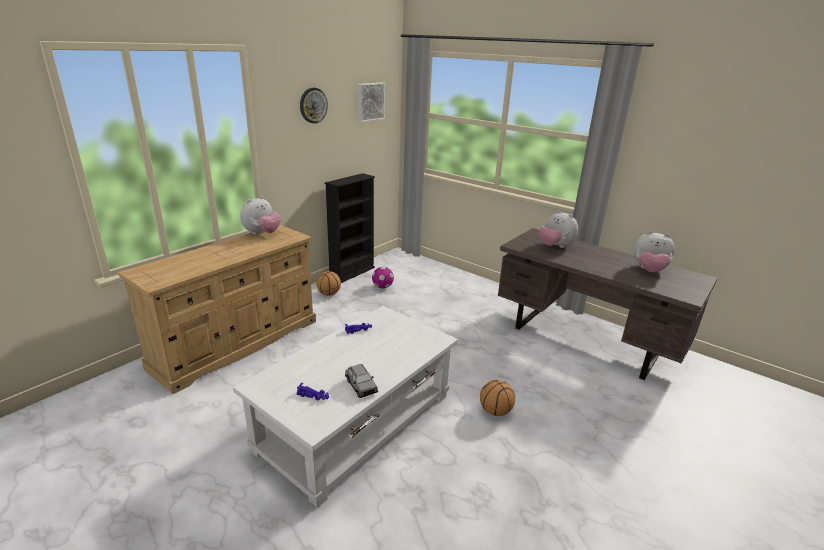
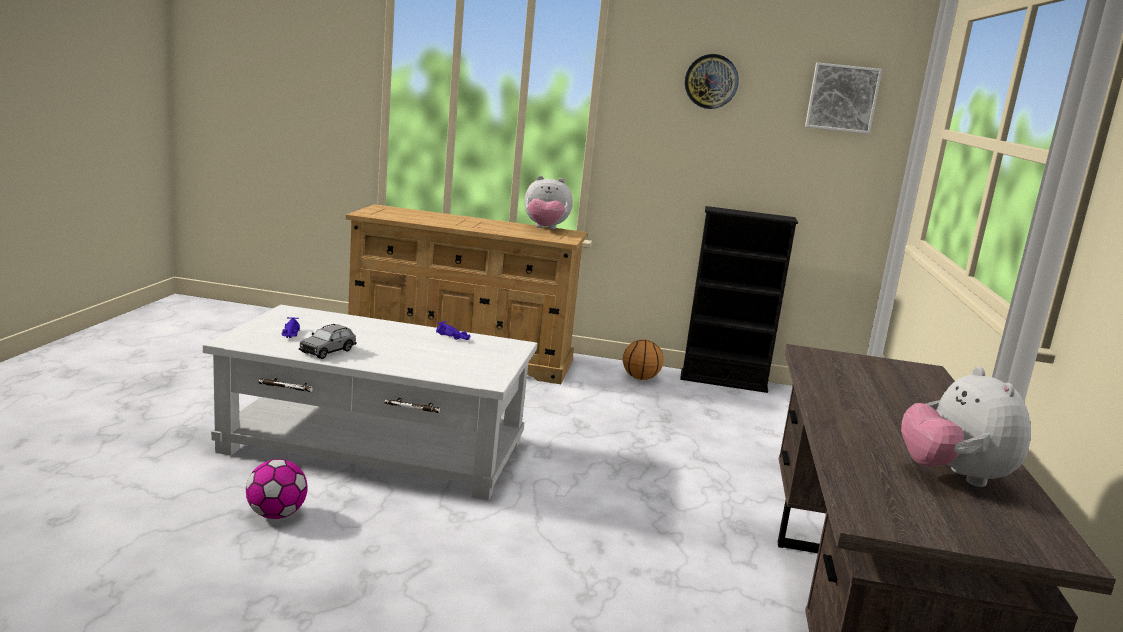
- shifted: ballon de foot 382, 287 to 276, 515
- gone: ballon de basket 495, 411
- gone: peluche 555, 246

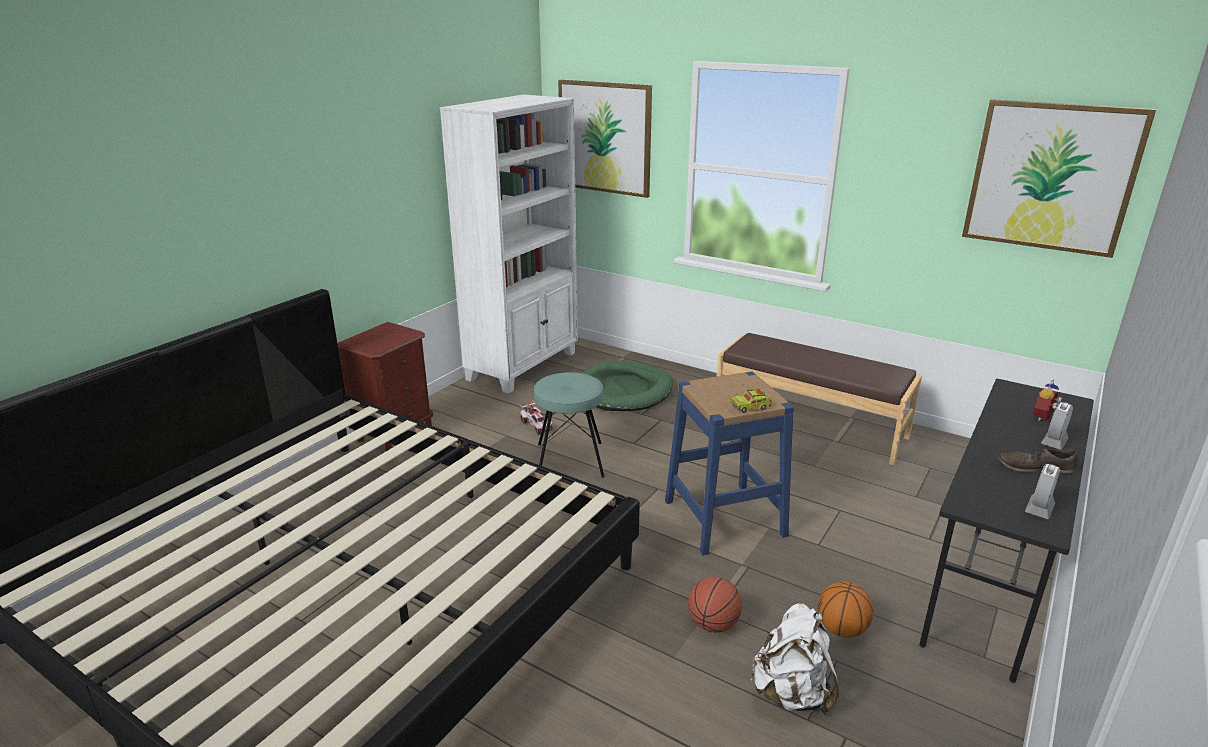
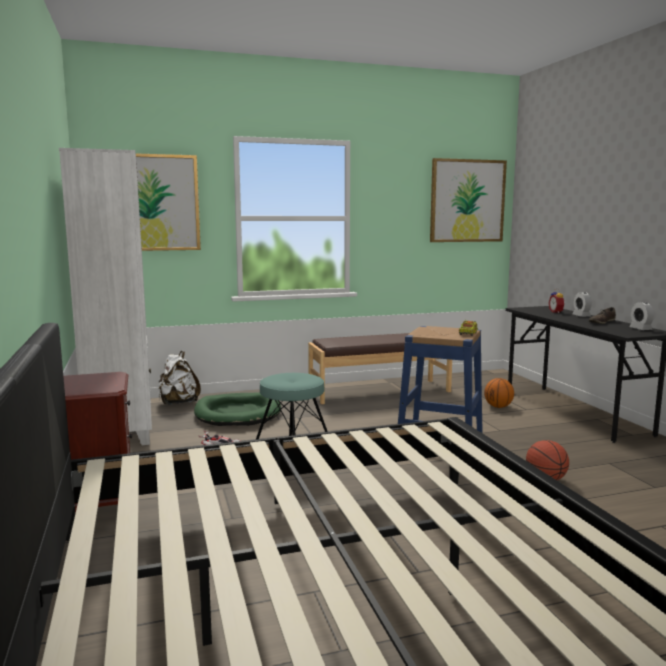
- shifted: sac à dos/blanc 791, 694 to 178, 403
- shifted: ballon de basket 841, 629 to 498, 407

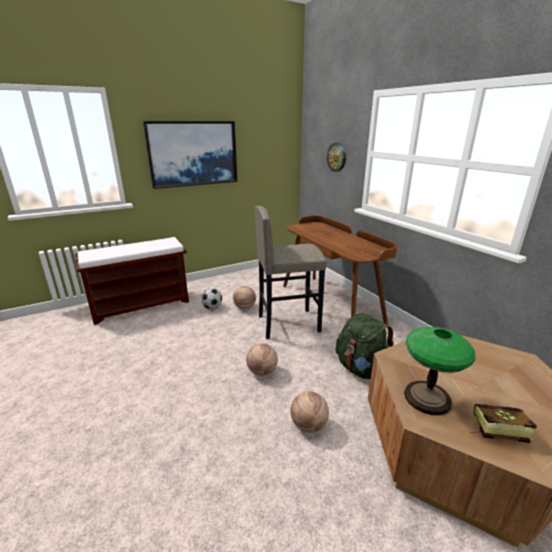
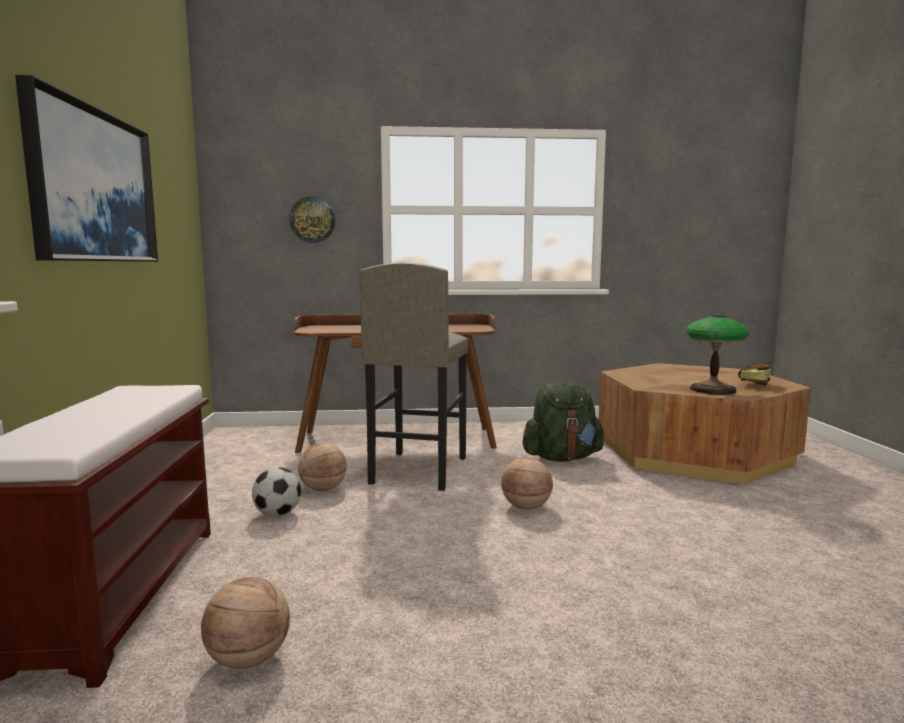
- shifted: ballon de basket 308, 425 to 248, 659

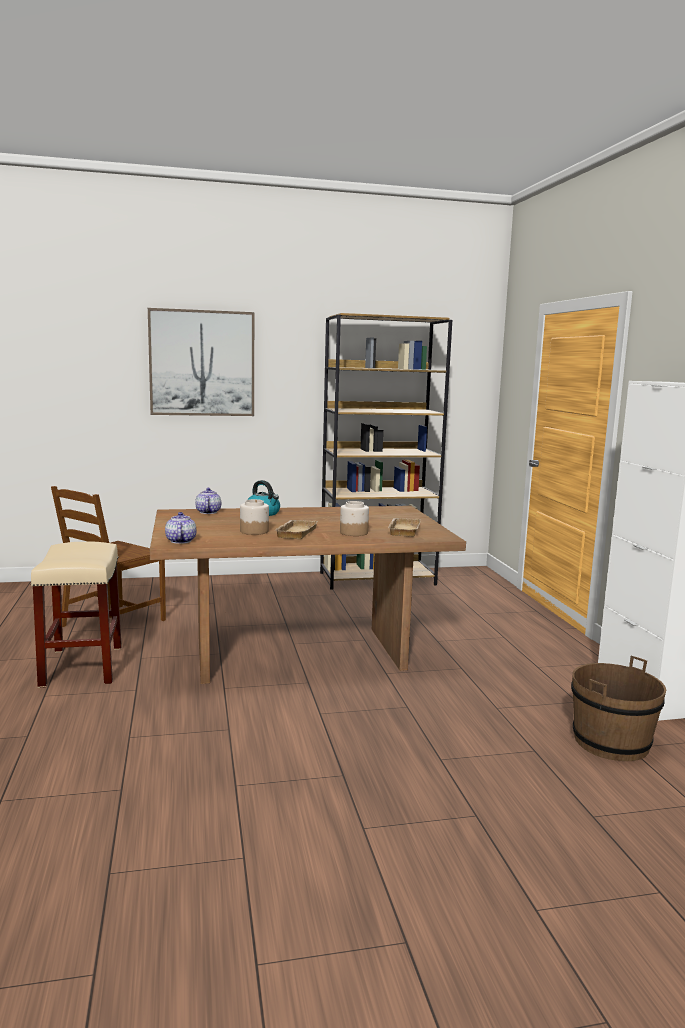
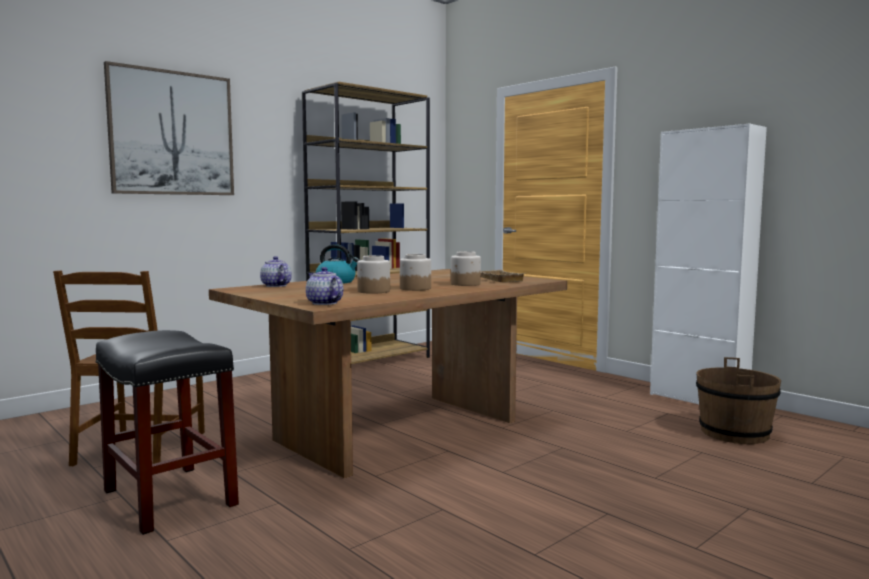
- repainted: tabouret/beige 81, 666 to tabouret/noir 168, 497
- swapped: plateau/beige 295, 532 to bocal 415, 288

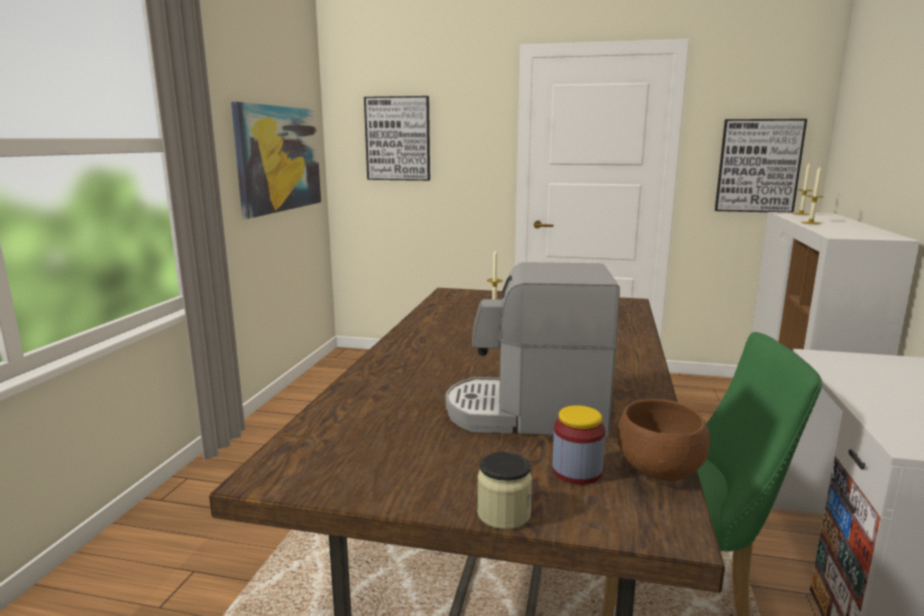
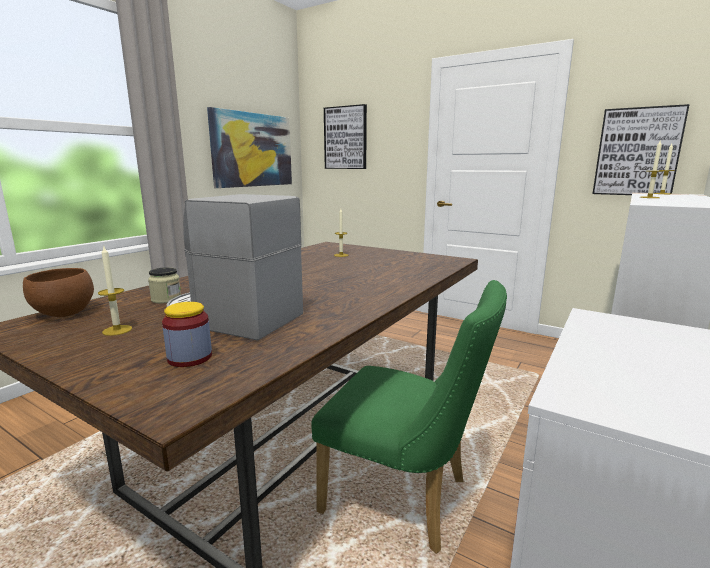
- shifted: bol/marron 661, 473 to 64, 314
- new: bougie 117, 330
- shifted: bocal 504, 514 to 166, 299

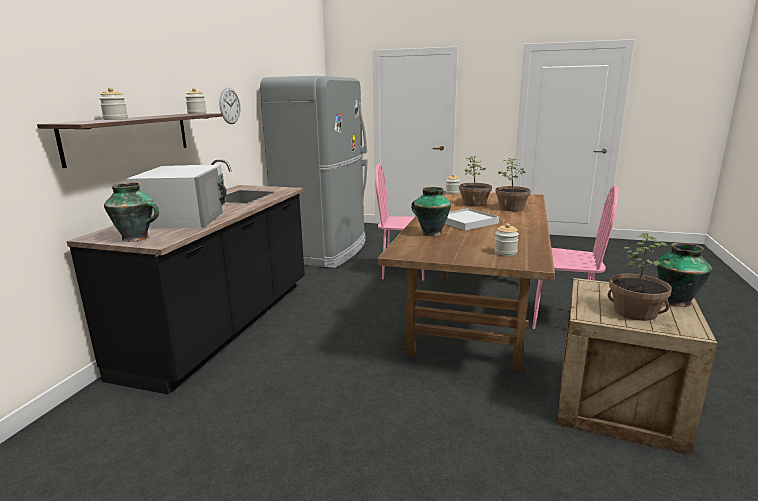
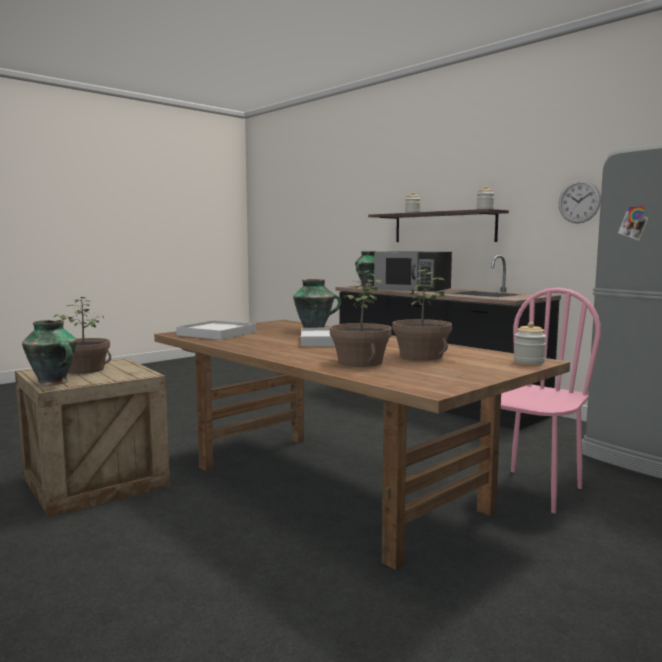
- swapped: bocal 505, 252 to plateau/blanc 217, 333
- repainted: micro-ondes/blanc 185, 217 to micro-ondes/noir 413, 288
- gone: chaise/rose 560, 321

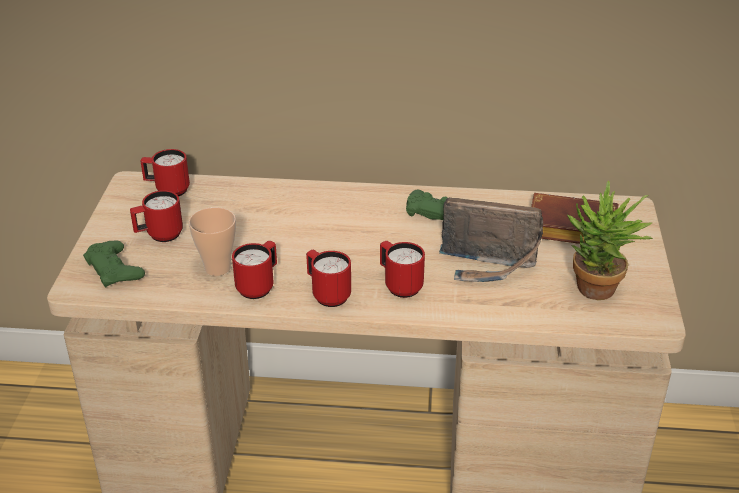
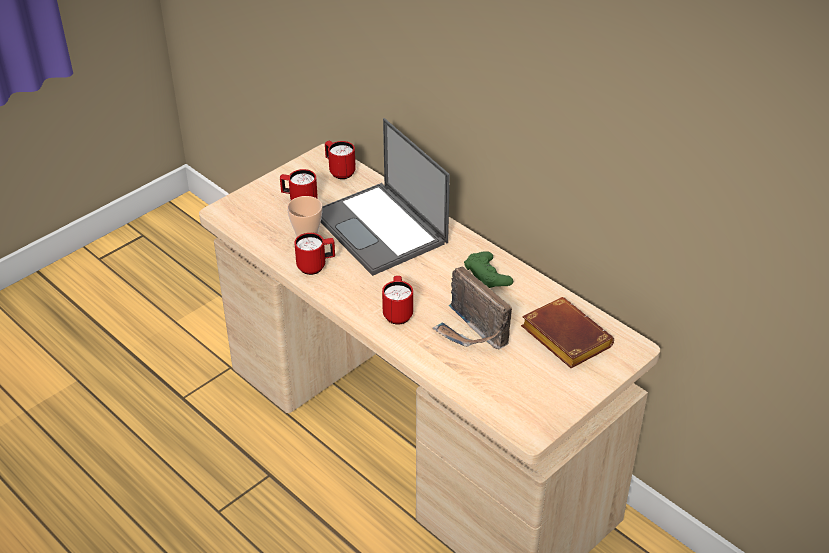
- new: ordinateur portable 381, 229
- gone: manette/vert 114, 269
- gone: mug/rouge 327, 294
- gone: plante en pot 596, 294

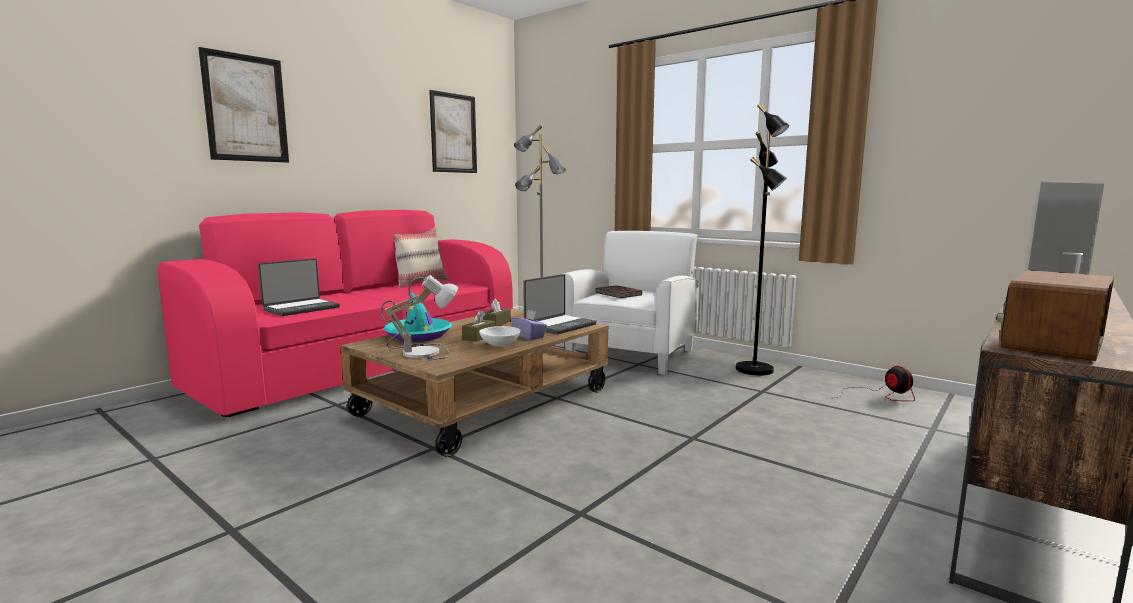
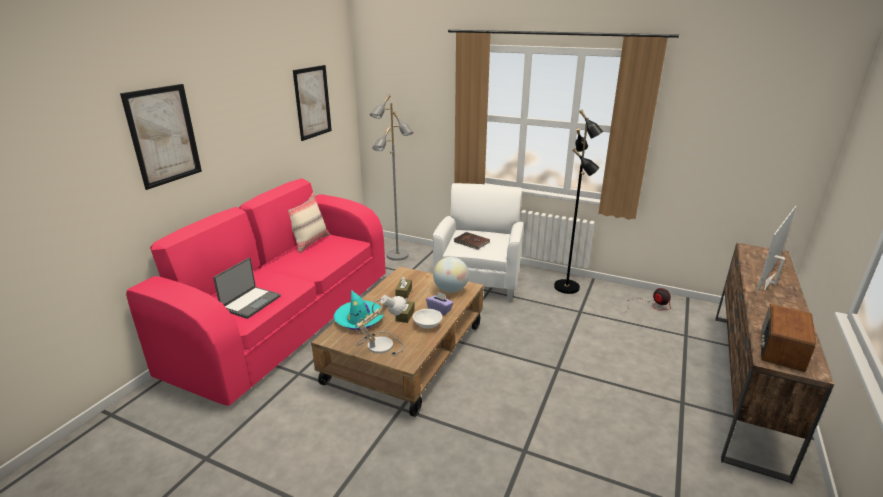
- swapped: ordinateur portable 559, 325 to globe 450, 290

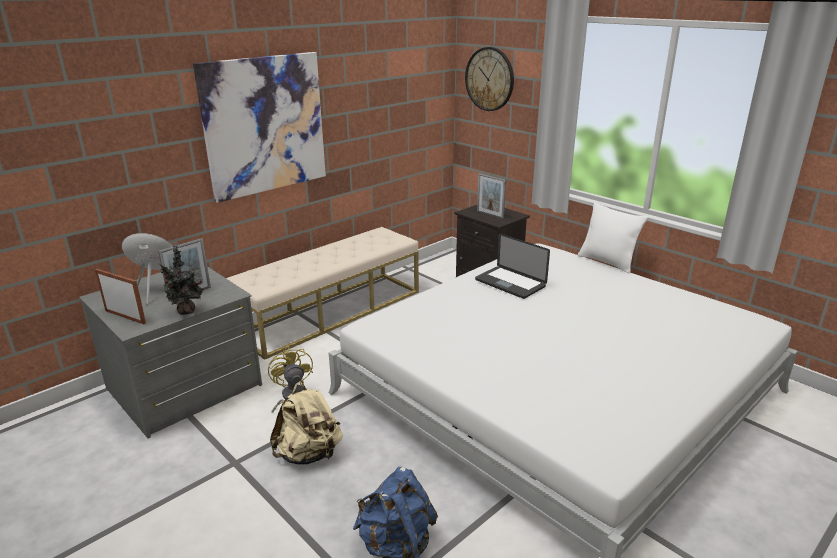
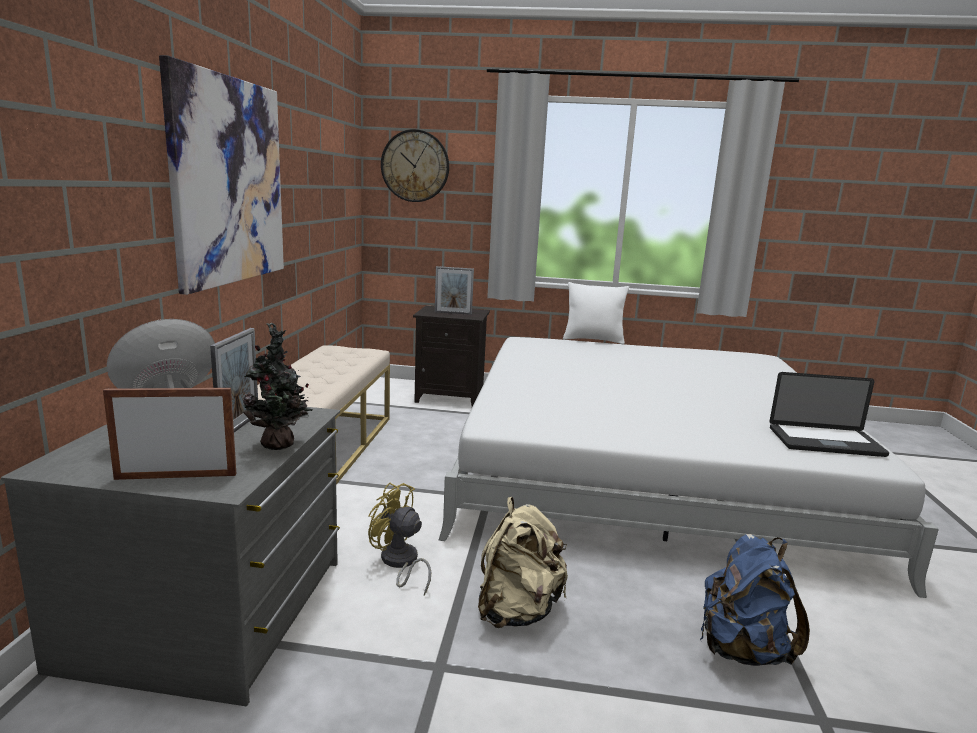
- shifted: ordinateur portable 510, 283 to 825, 442

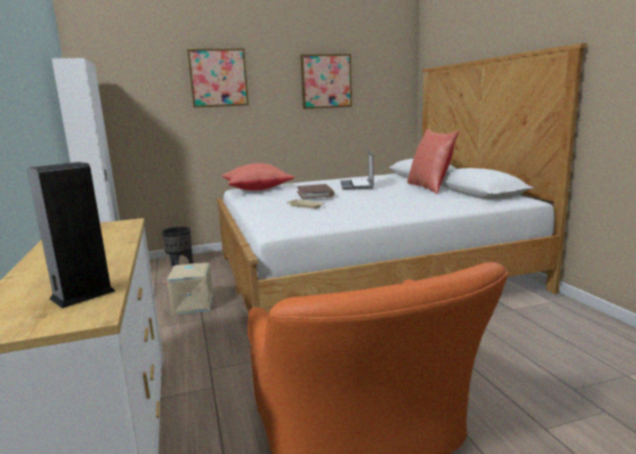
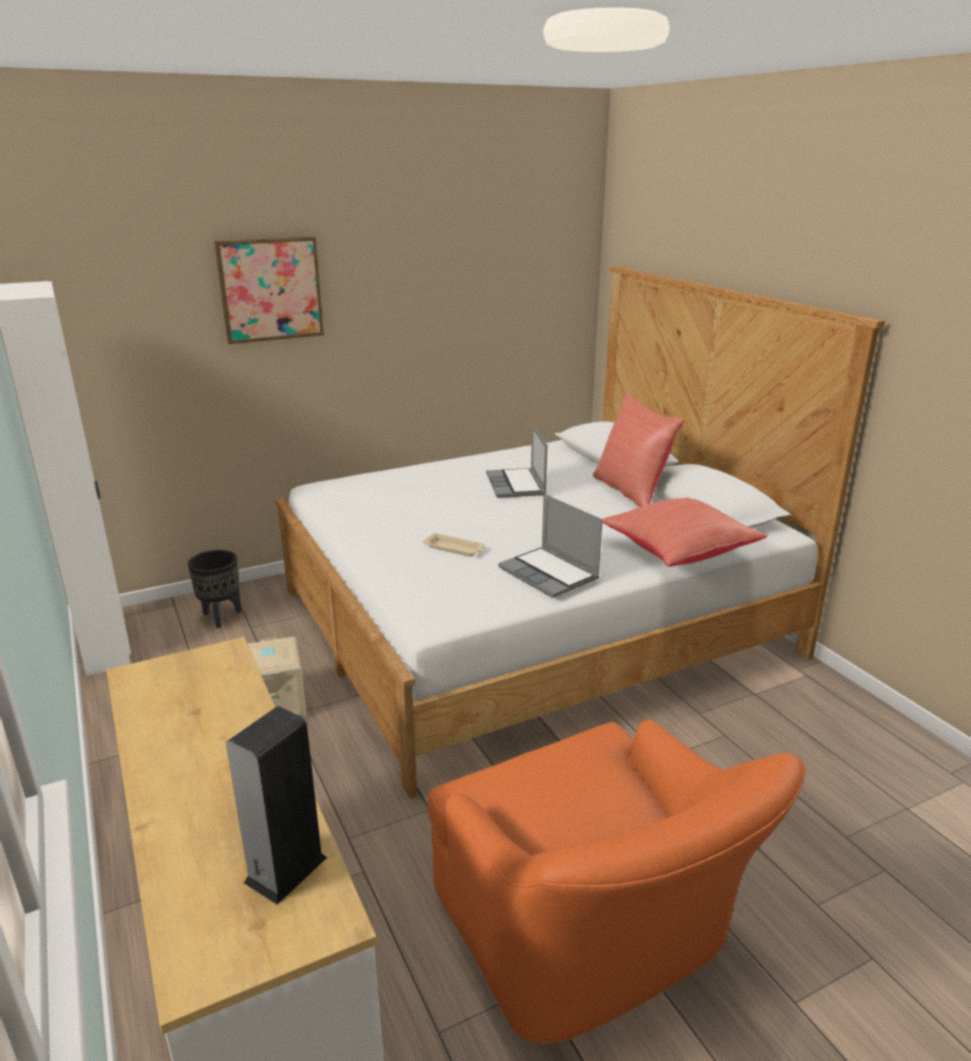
- new: ordinateur portable 550, 574
- shifted: coussin/rouge 257, 189 to 678, 551
- gone: livre/marron 315, 194
- gone: tableau 326, 81

